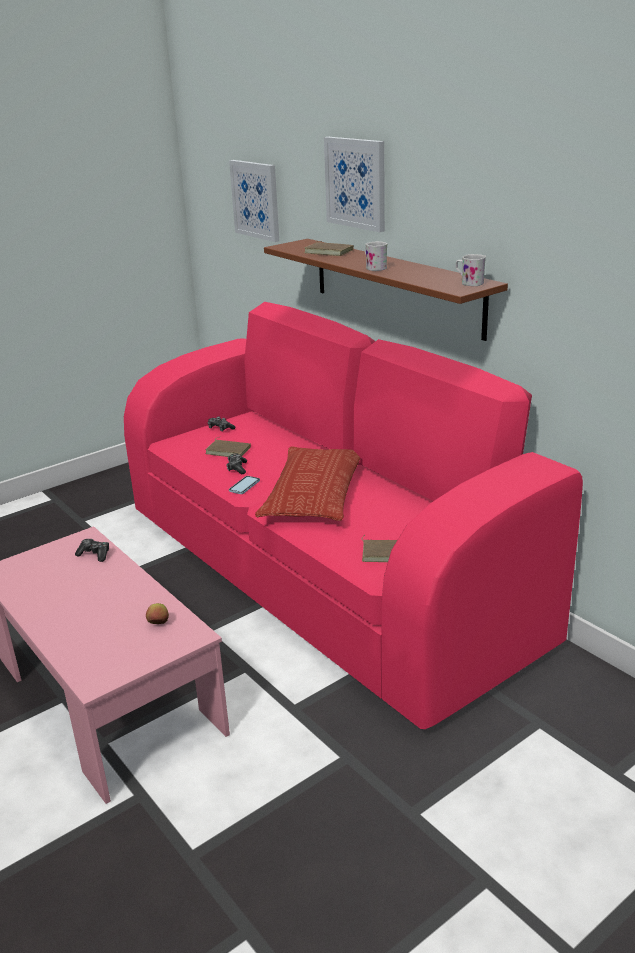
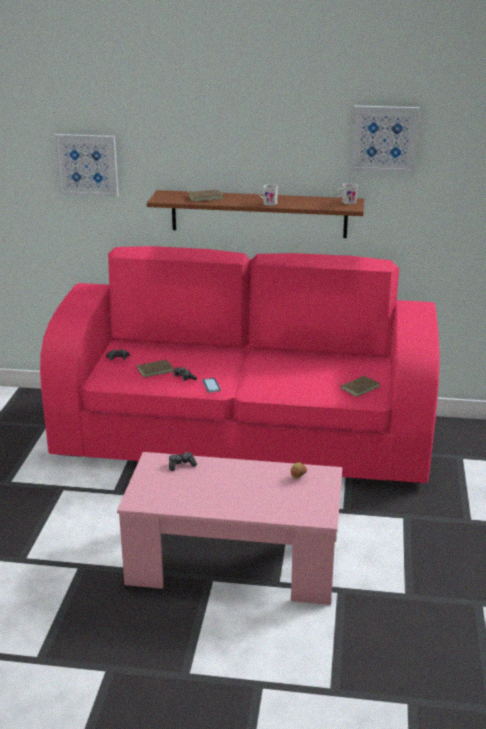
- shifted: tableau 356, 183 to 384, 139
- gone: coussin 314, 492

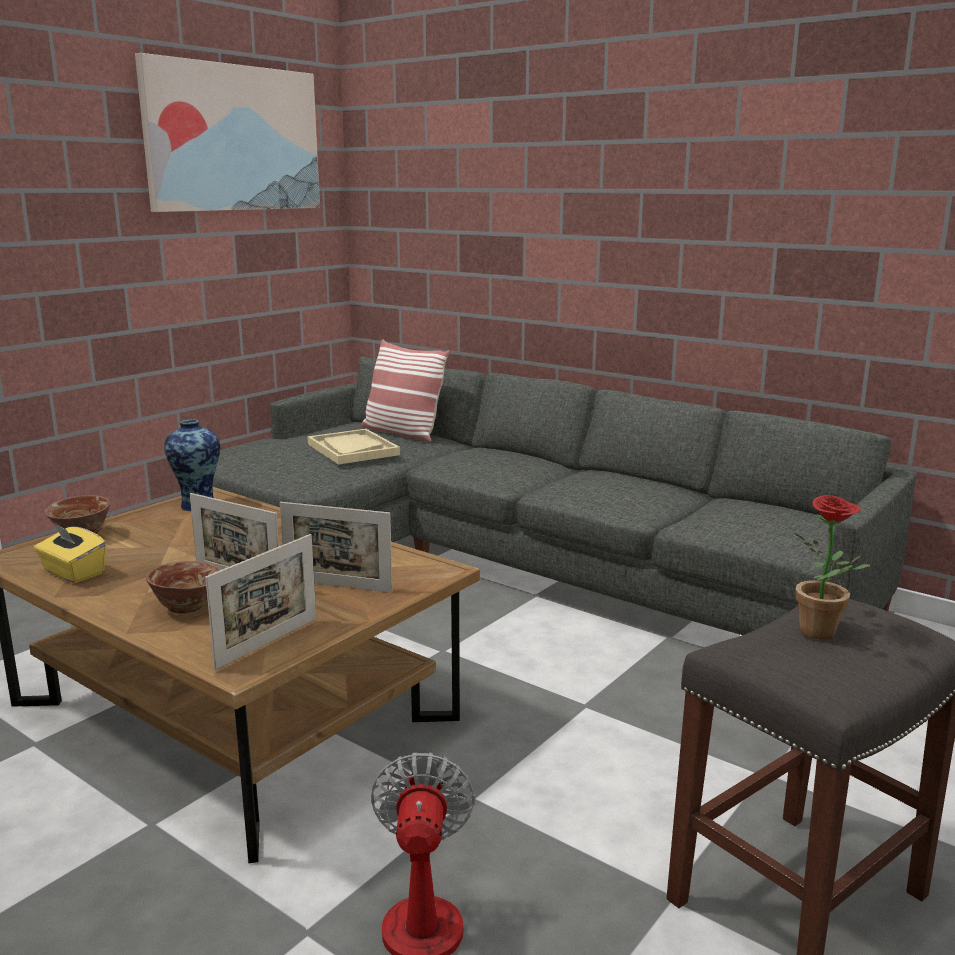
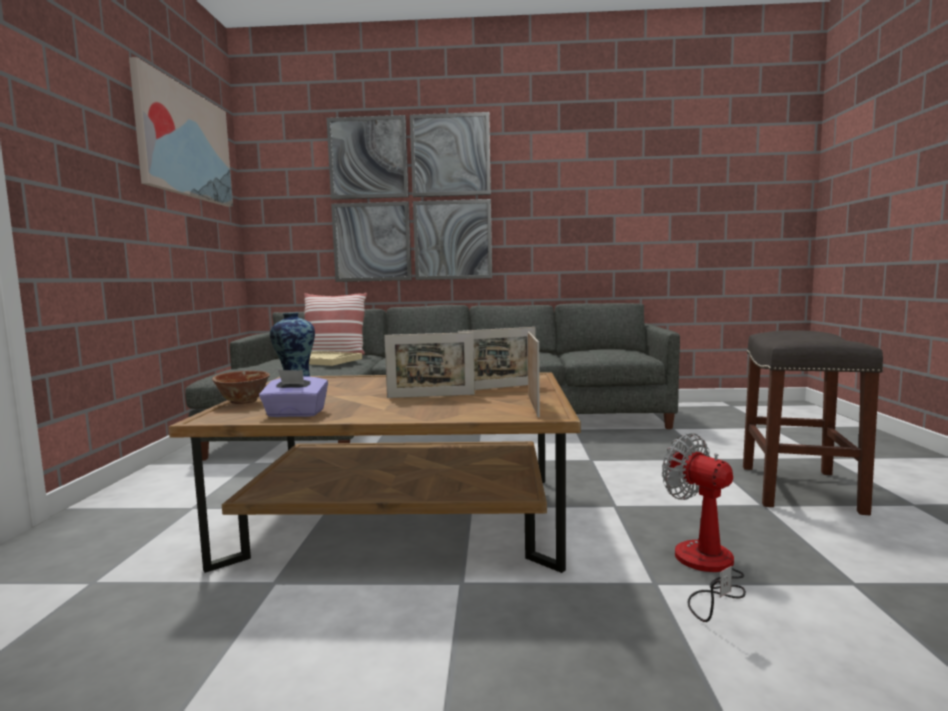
- repainted: boîte à mouchoirs/jaune 73, 573 to boîte à mouchoirs/violet 295, 414
- new: tableau 411, 199
- gone: bol 187, 607
- gone: plante en pot 824, 634

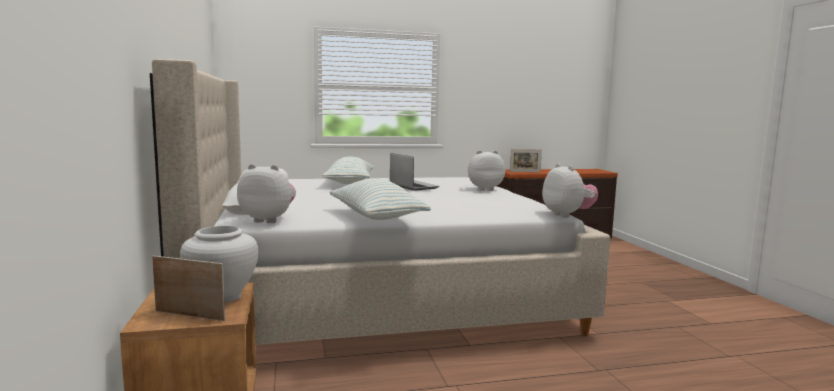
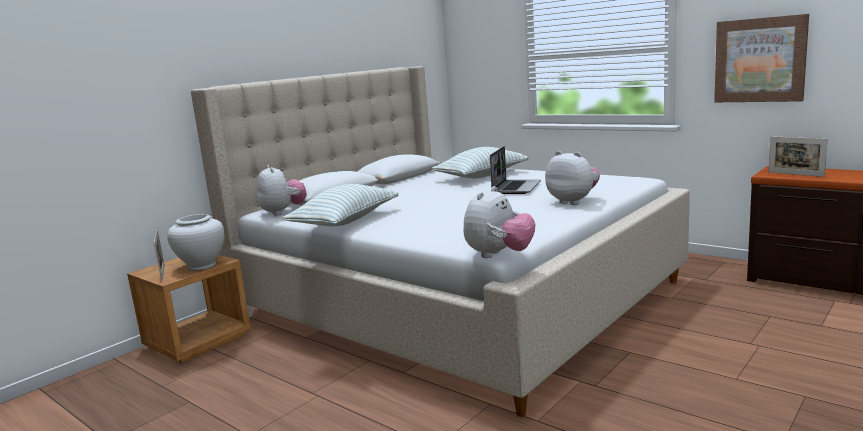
- new: tableau 760, 60

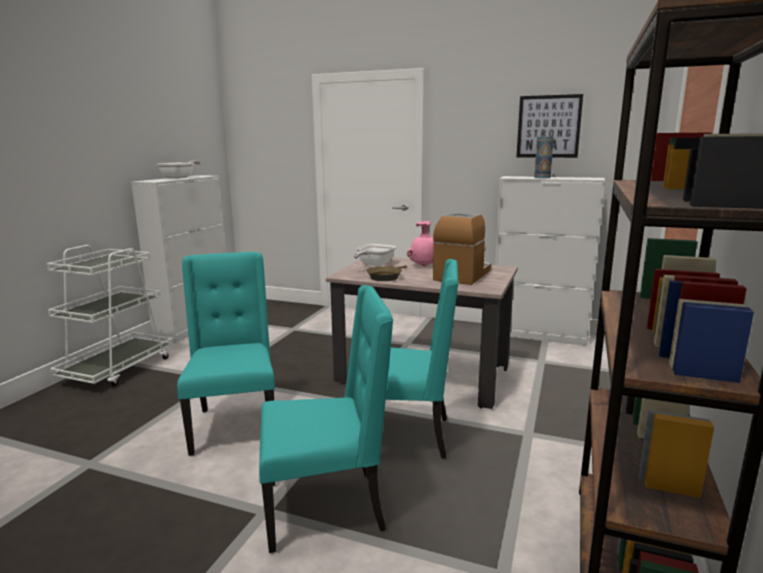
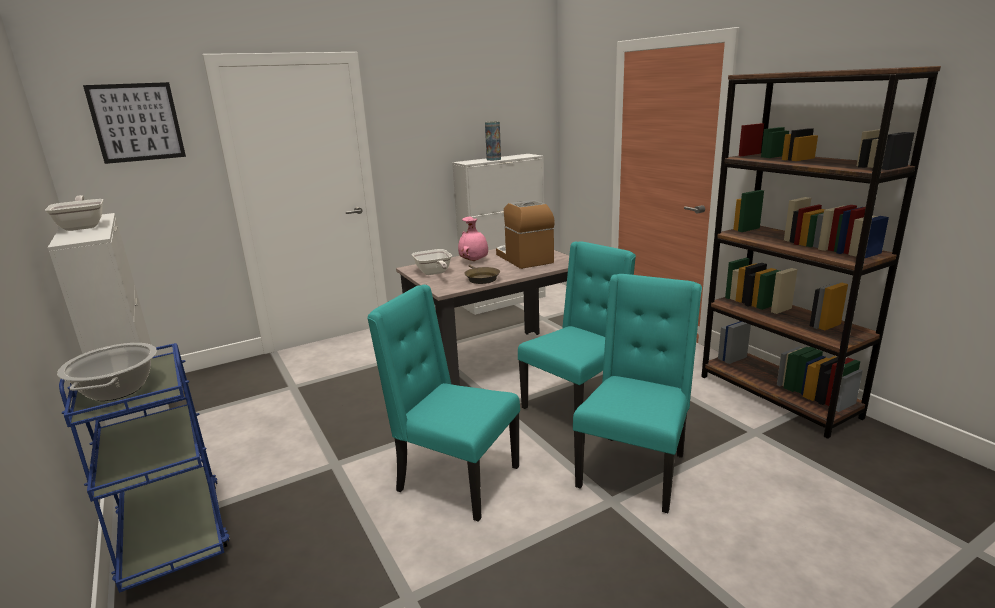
- new: marmite 118, 390
- repainted: chariot/blanc 118, 369 to chariot/bleu 173, 534
- shifted: tableau 548, 126 to 137, 122

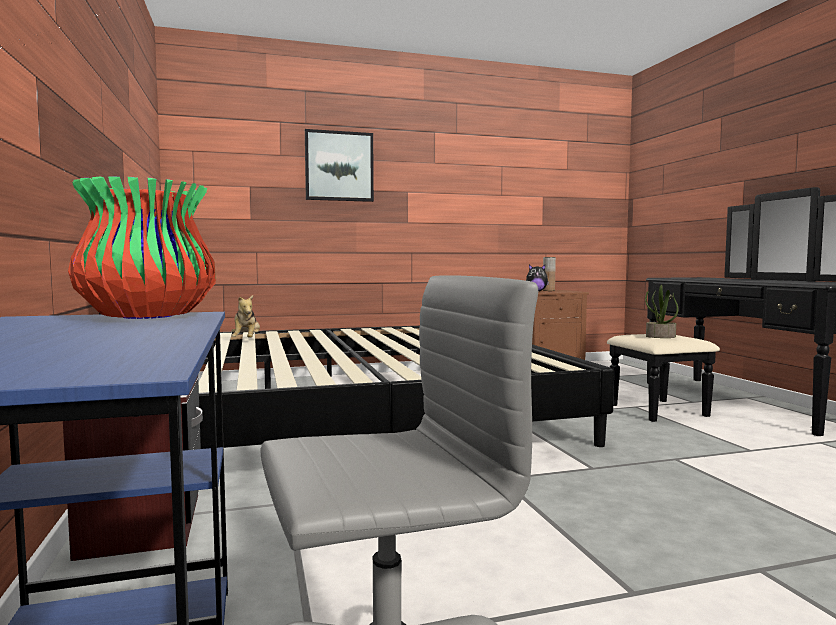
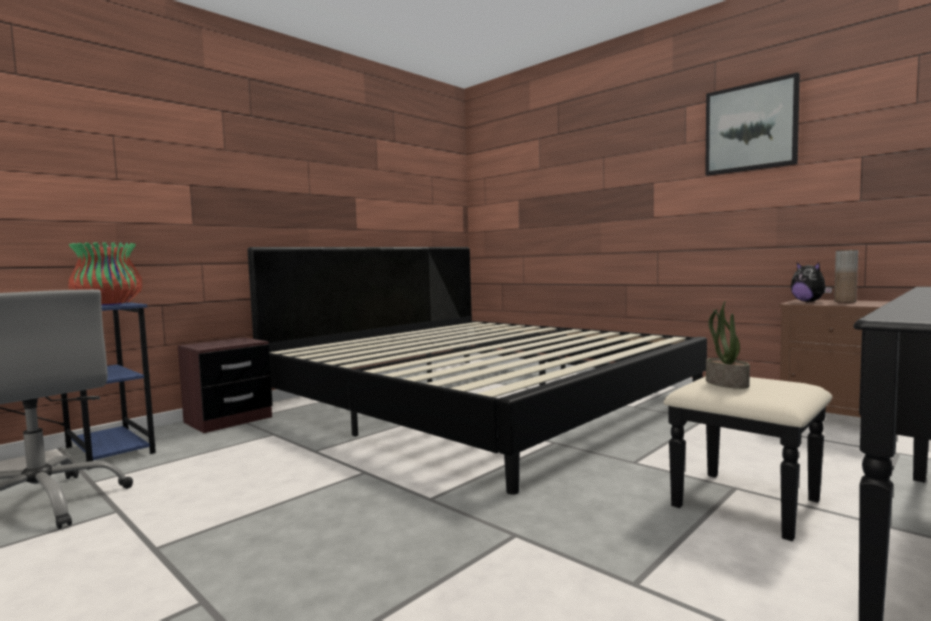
- shifted: tableau 339, 166 to 751, 127
- gone: peluche 247, 341

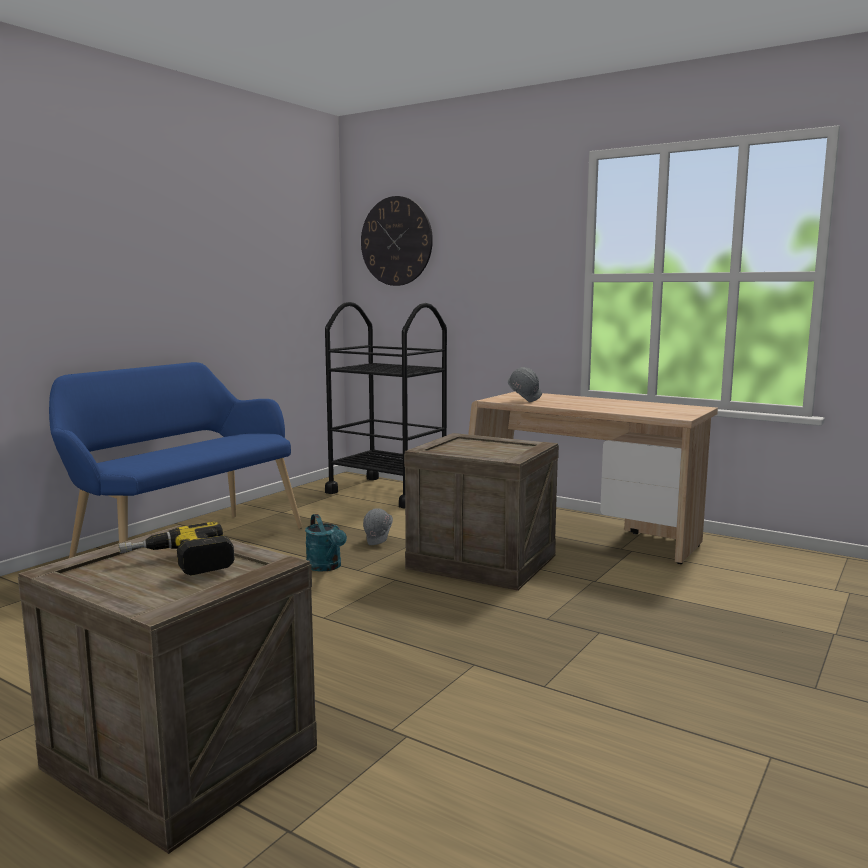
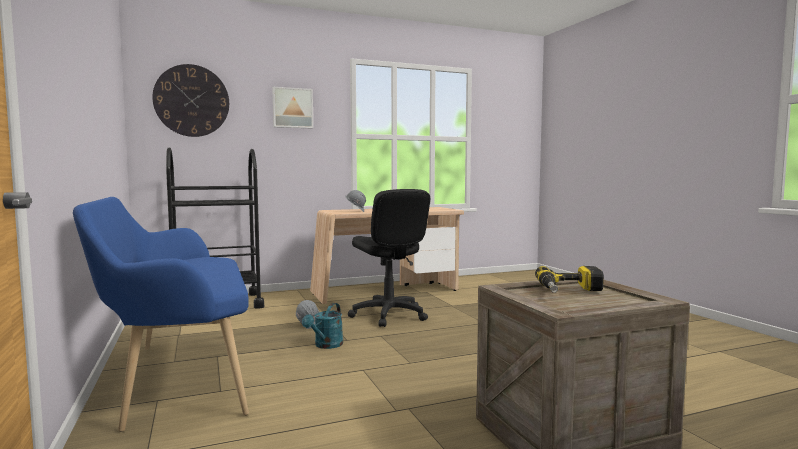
- new: tableau 292, 108
- rotated: arrosoir/turquoise 326, 567 = 326, 345 105 degrees clockwise
- swapped: caisse 480, 562 to chaise de bureau/noir 388, 315

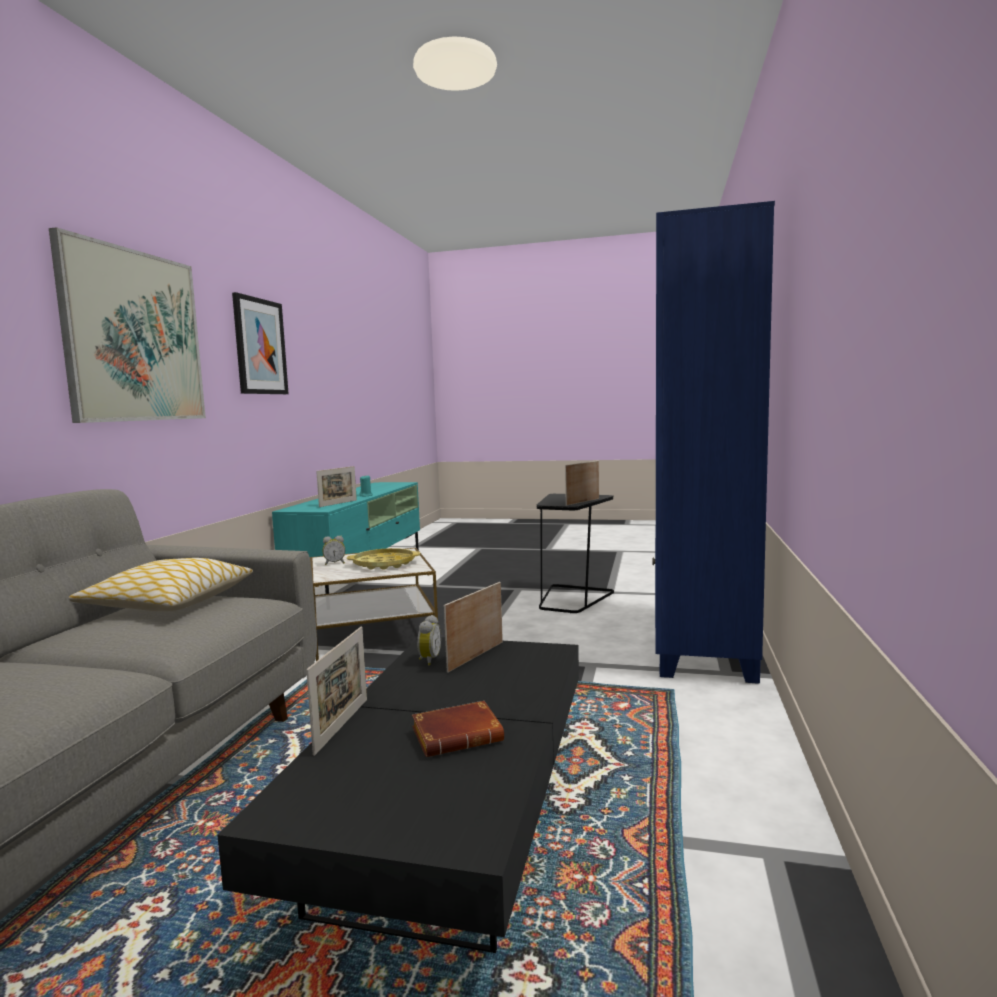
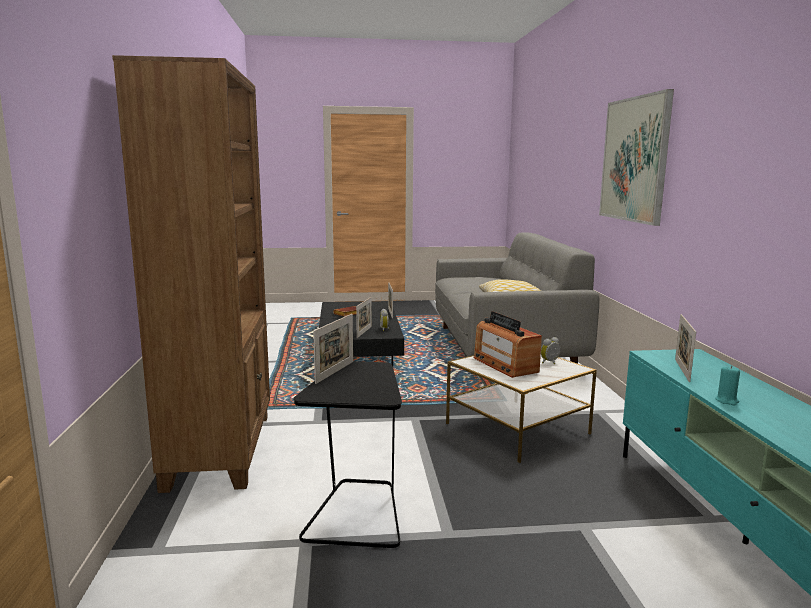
- repainted: bibliothèque/bleu 700, 645 to bibliothèque/marron 221, 449
- swapped: plateau/jaune 384, 564 to radio 505, 365
- gone: tableau 260, 346

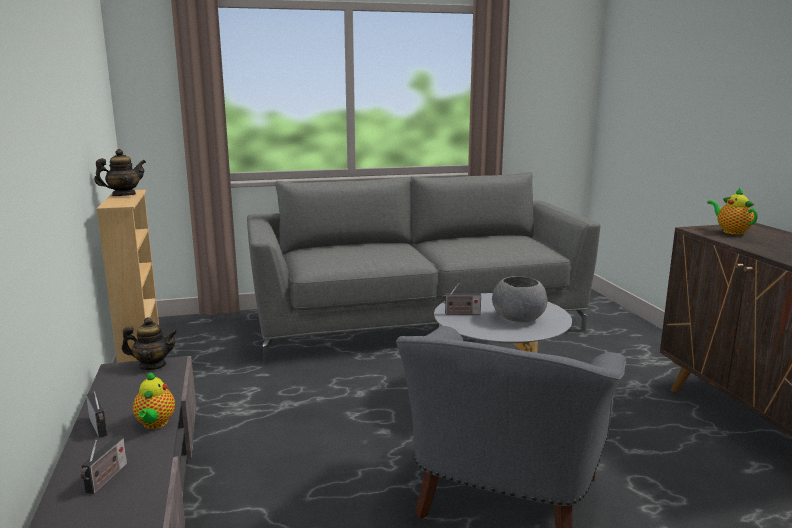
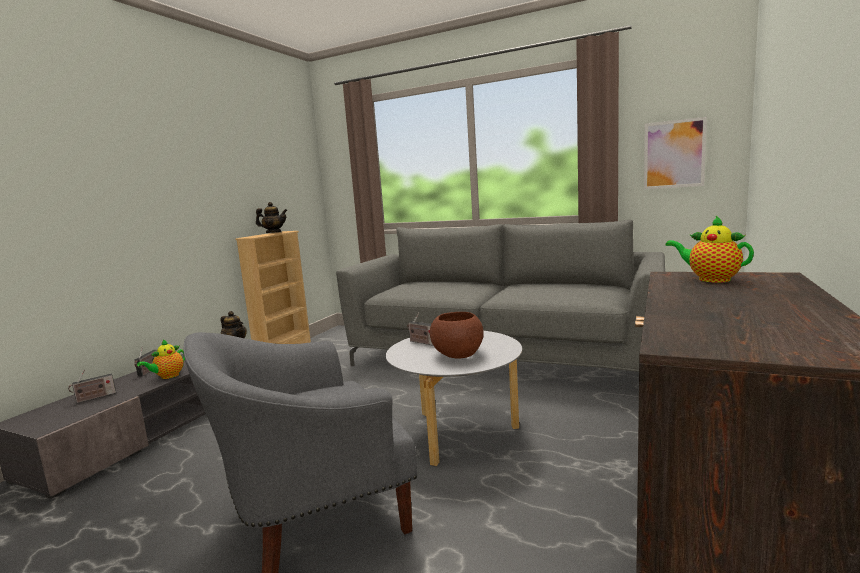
- repainted: bol/gris 517, 318 to bol/marron 457, 354
- new: tableau 674, 154
- rotated: théière 731, 231 = 710, 279 60 degrees counterclockwise

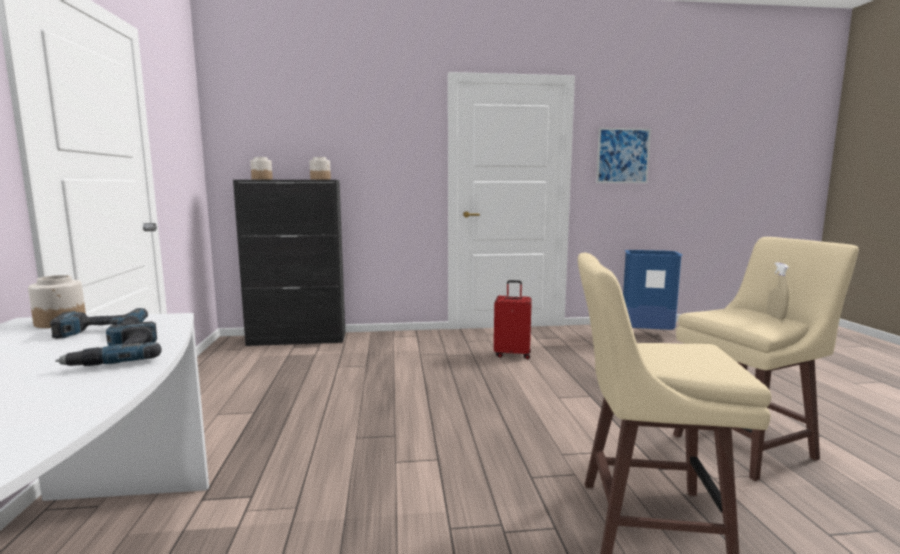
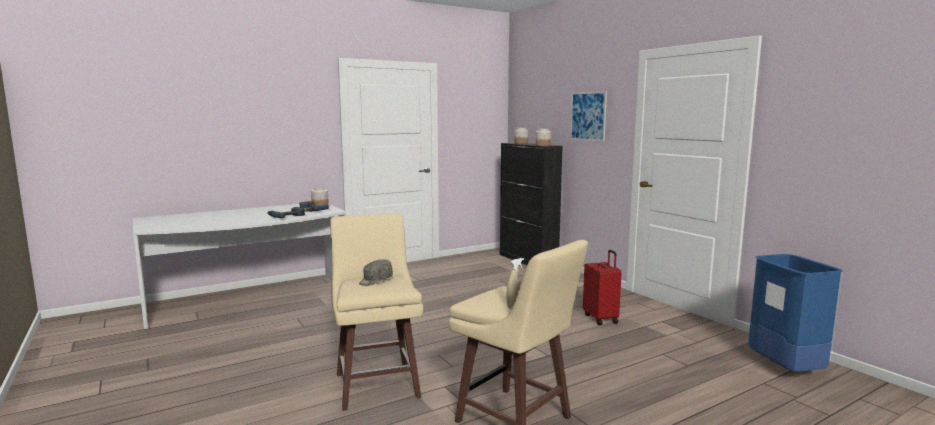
- new: casquette/gris 375, 280
- shifted: tableau 623, 155 to 588, 116

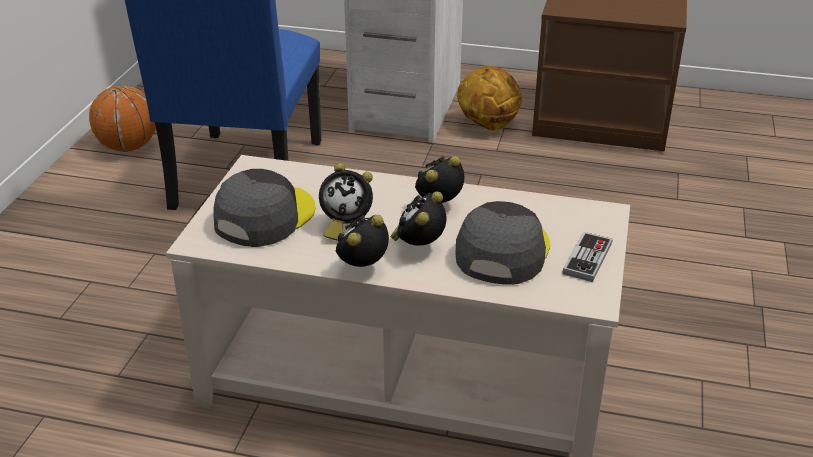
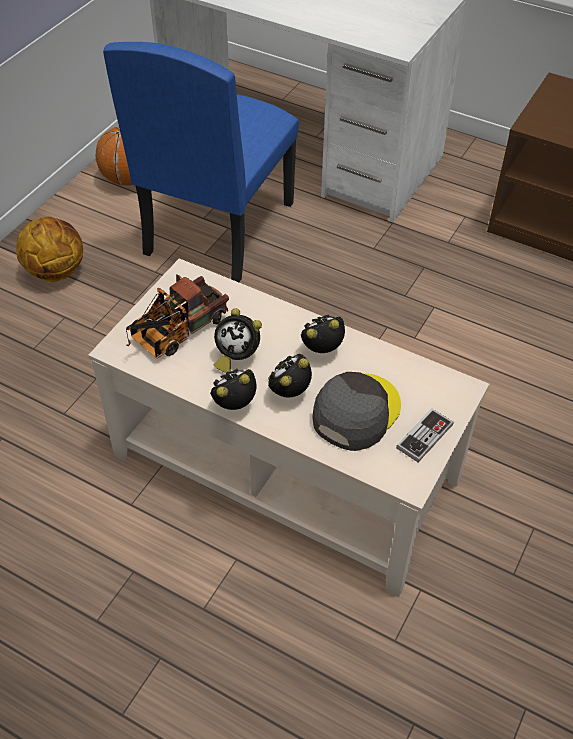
- shifted: ballon de basket 487, 125 to 56, 271
- swapped: casquette/gris 264, 217 to camion jouet 175, 333

